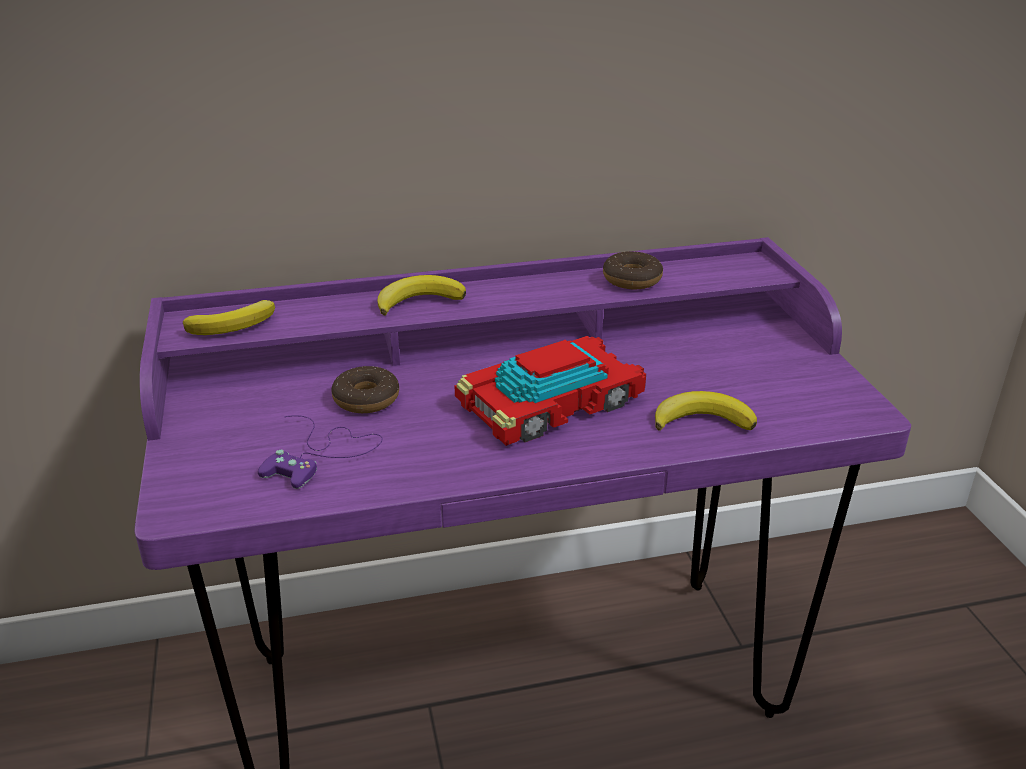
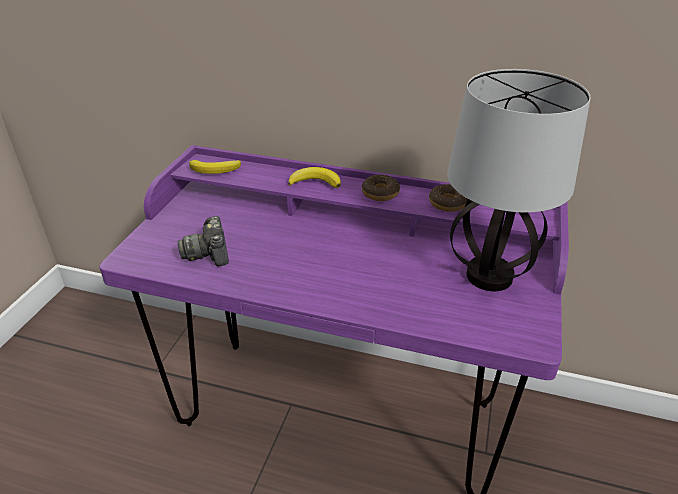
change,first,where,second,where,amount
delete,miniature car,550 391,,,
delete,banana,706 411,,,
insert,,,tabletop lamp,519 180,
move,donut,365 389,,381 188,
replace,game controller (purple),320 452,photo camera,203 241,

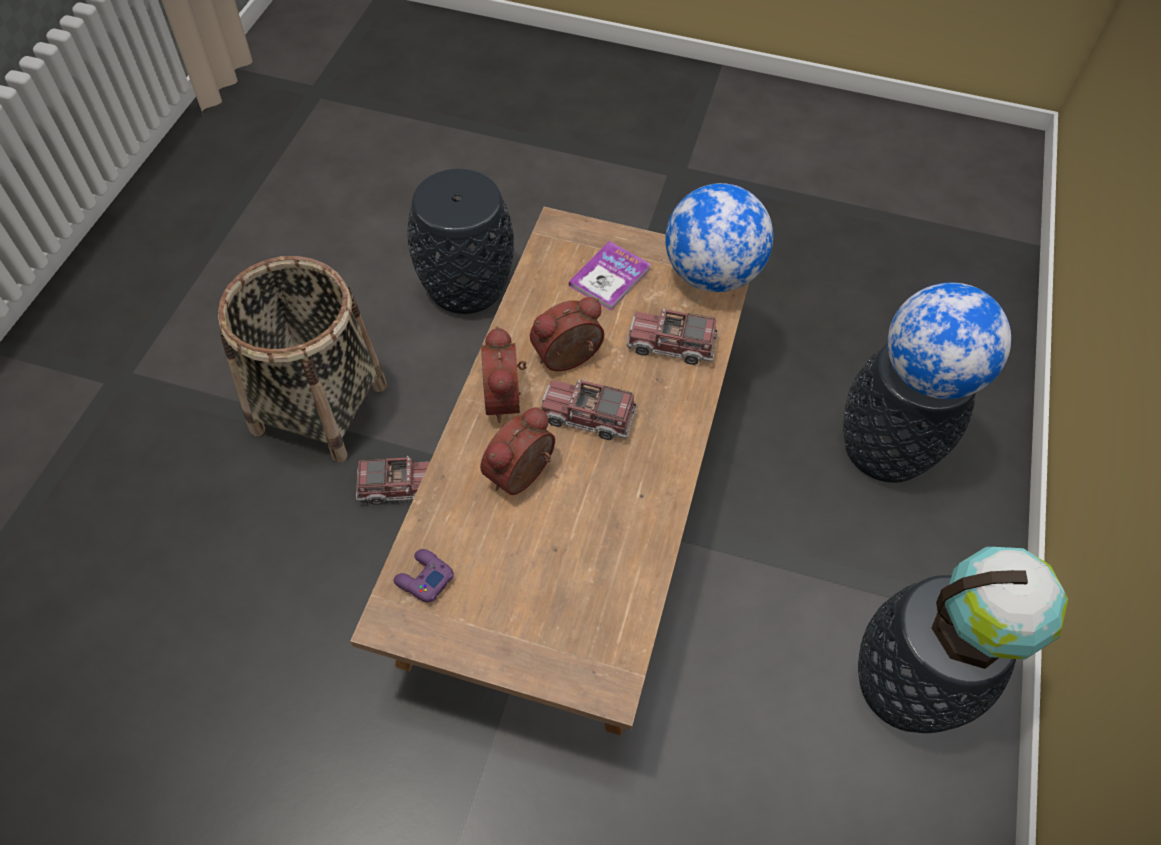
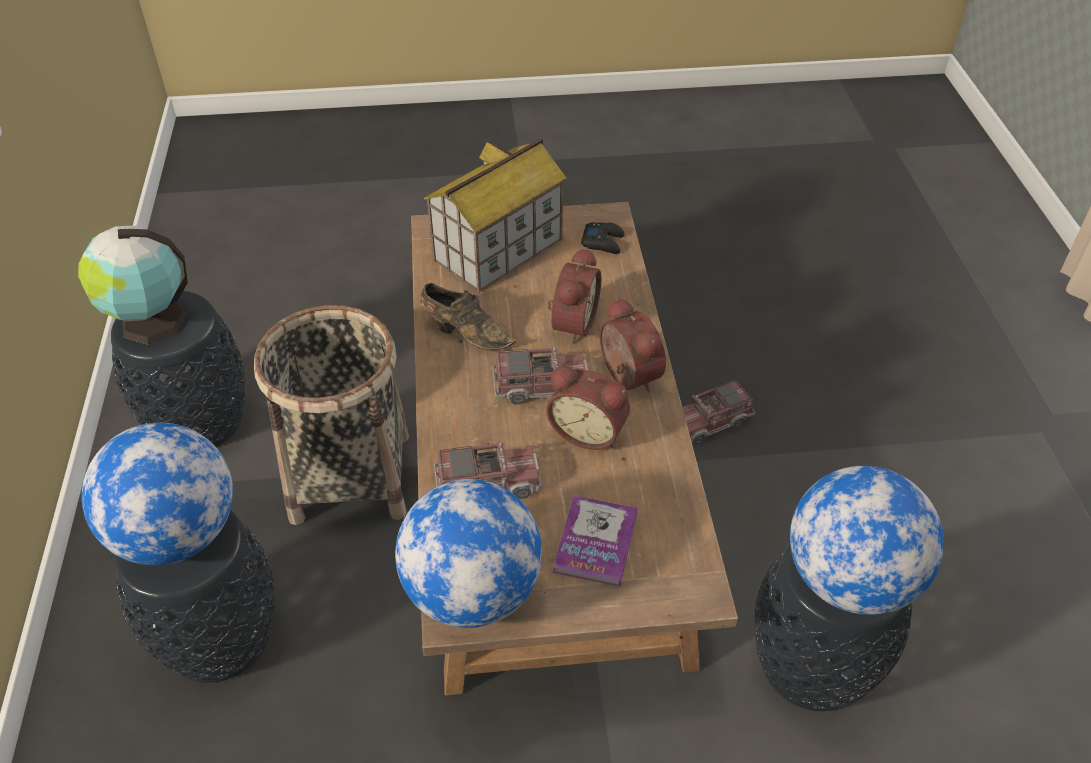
change,first,where,second,where,amount
insert,,,low shoe (brown),468 316,
insert,,,toy house,495 215,
insert,,,world globe,867 540,
move,storage basket,302 359,,332 415,
recolor,game controller (purple),423 576,game controller (black),602 238,
rotate,alarm clock,567 334,,588 408,75 degrees clockwise

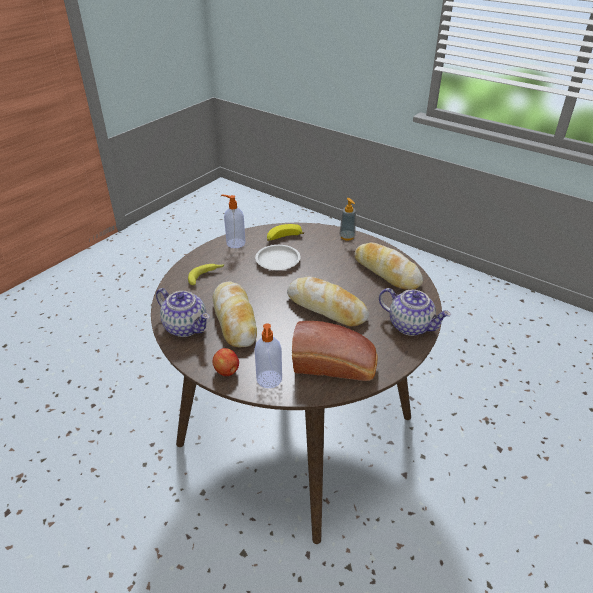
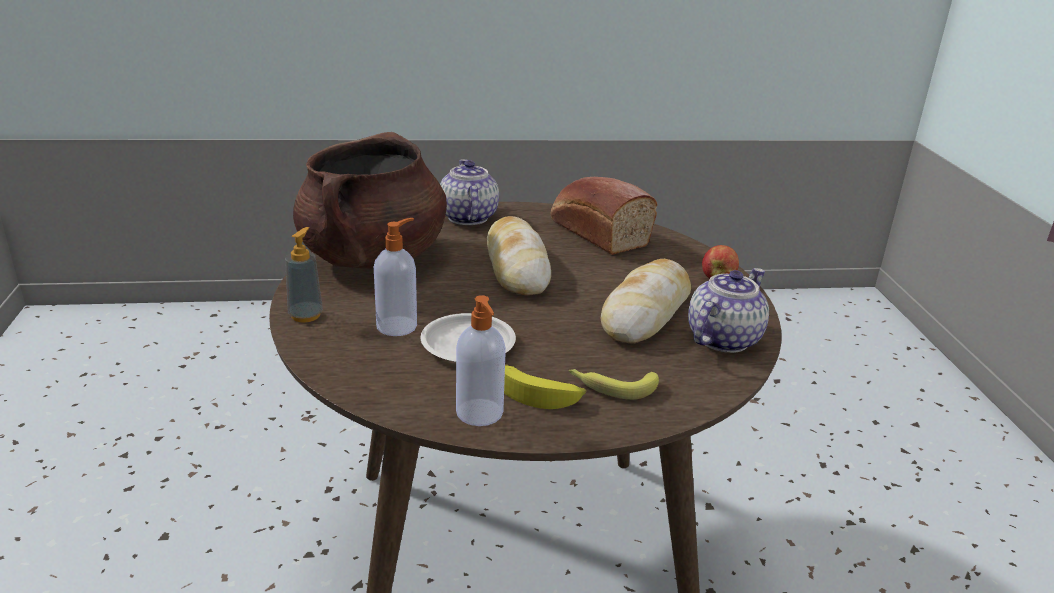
change,first,where,second,where,amount
move,liquid soap bottle,268 355,,395 277,
move,banana,285 232,,545 386,
replace,baked bread,388 266,cooking pot (brown),370 200,
rotate,teapot,183 312,,728 310,45 degrees clockwise

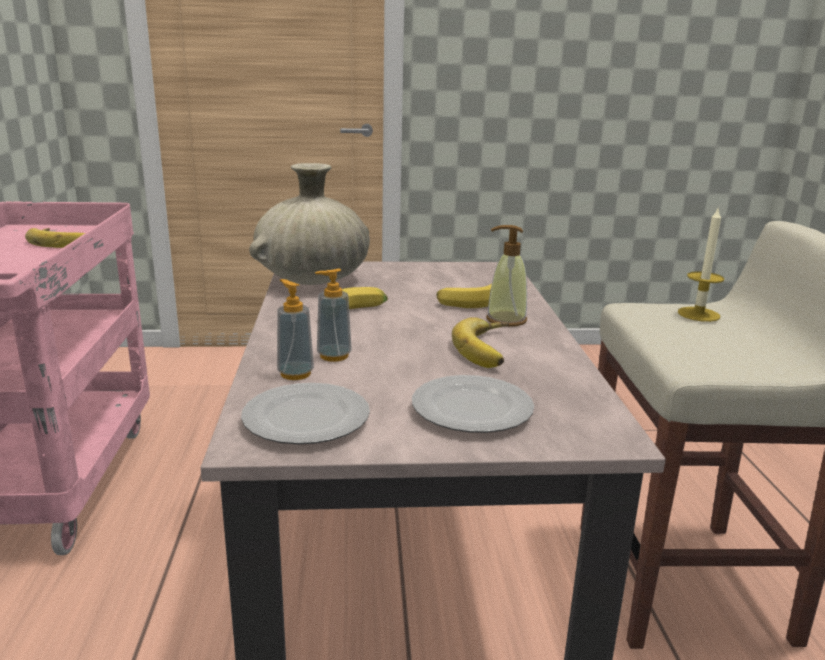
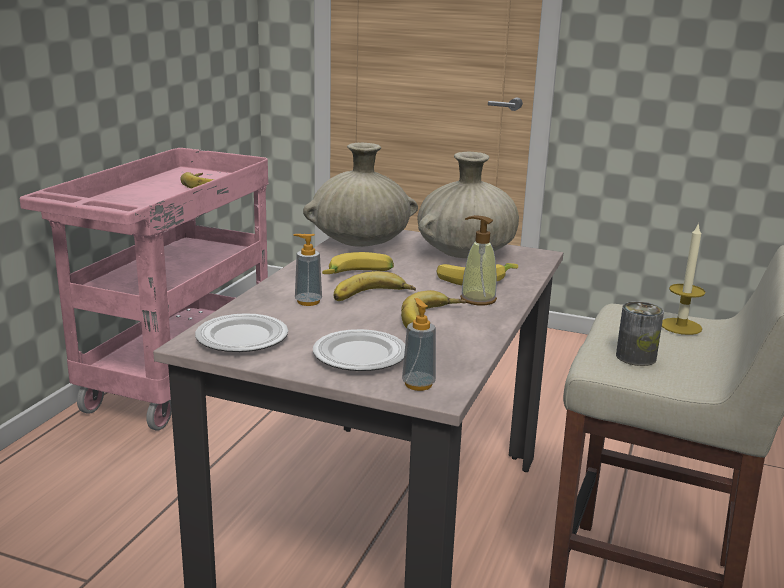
change,first,where,second,where,amount
insert,,,banana,375 286,
insert,,,flower vase (beige),468 205,
insert,,,can,640 333,
move,liquid soap bottle,295 329,,419 344,

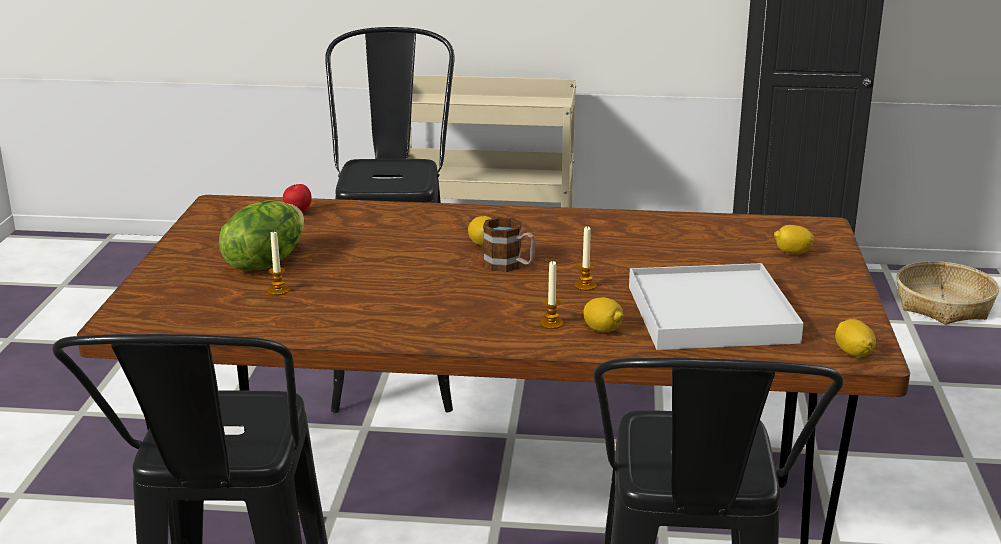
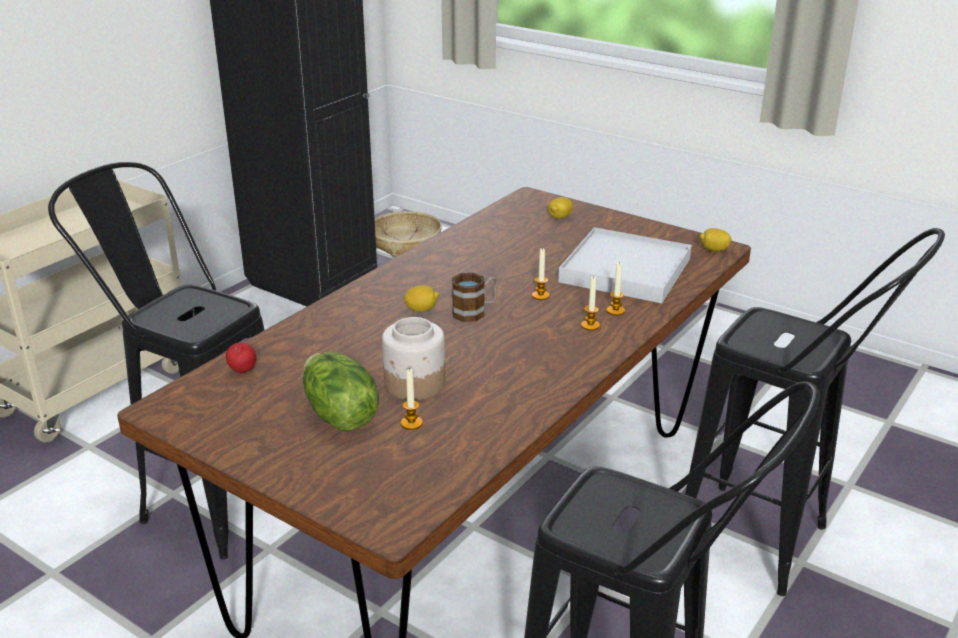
change,first,where,second,where,amount
insert,,,jar,413 358,
replace,citrus fruit,603 314,candle,616 289,

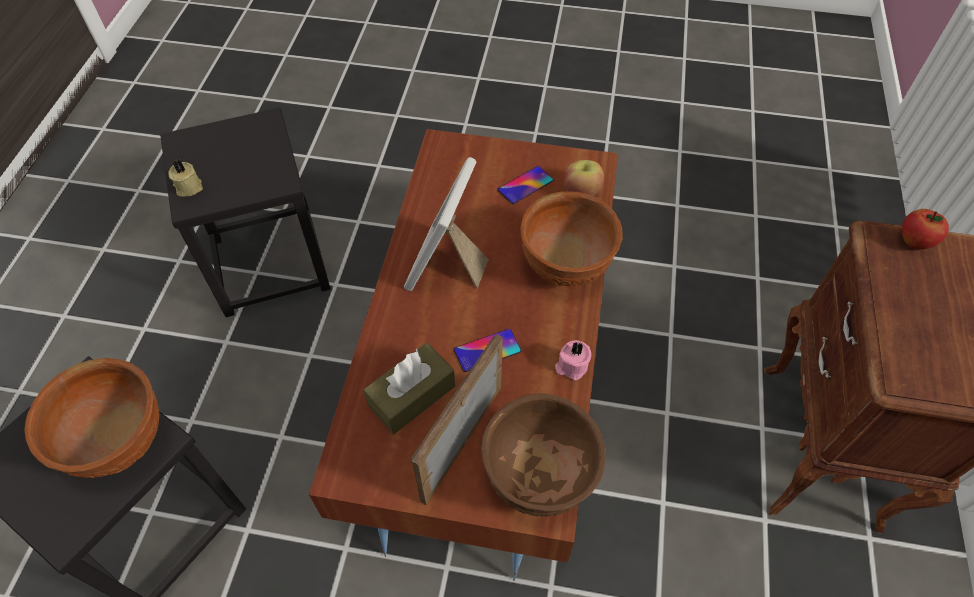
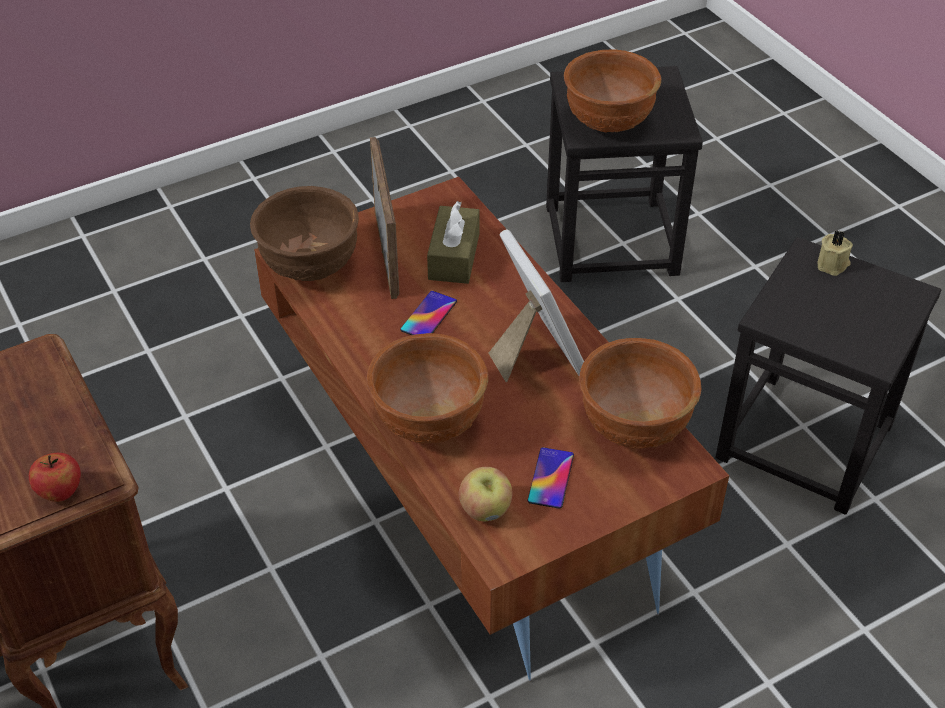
change,first,where,second,where,amount
delete,candle (pink-coloured),573 360,,,
insert,,,deep dish (brown),640 393,

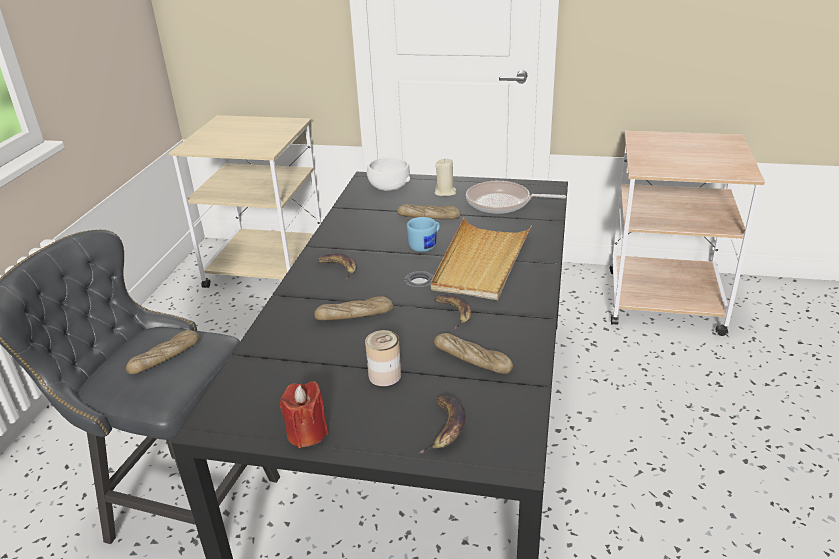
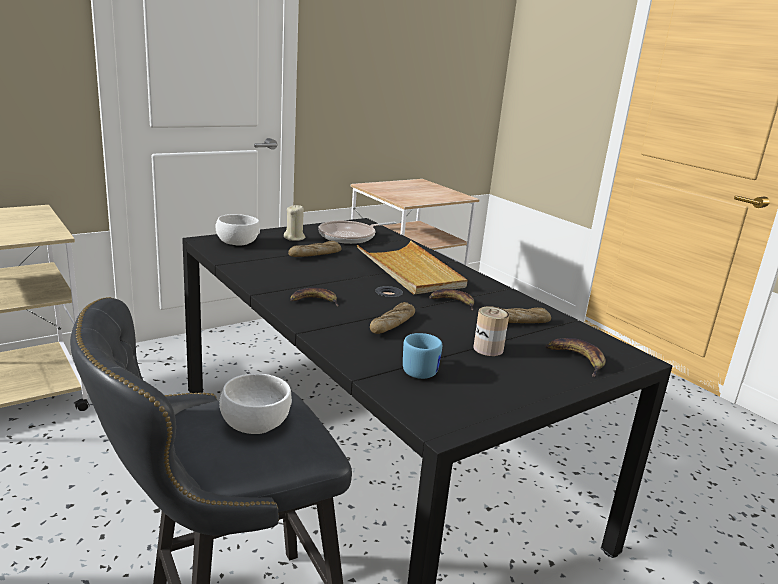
change,first,where,second,where,amount
delete,candle (red-coloured),304 414,,,
move,mug (blue-coloured),423 234,,422 356,
replace,baked bread,163 352,deep dish (white-coloured),256 404,

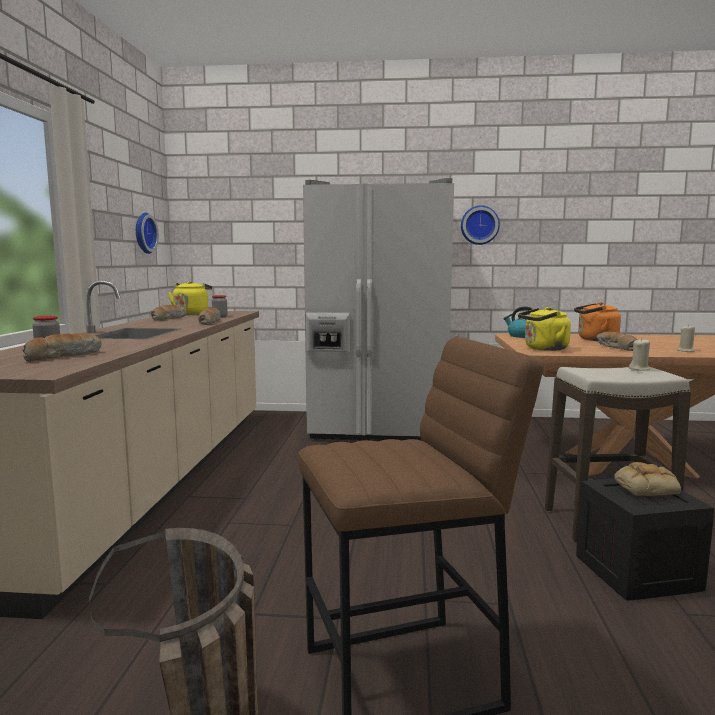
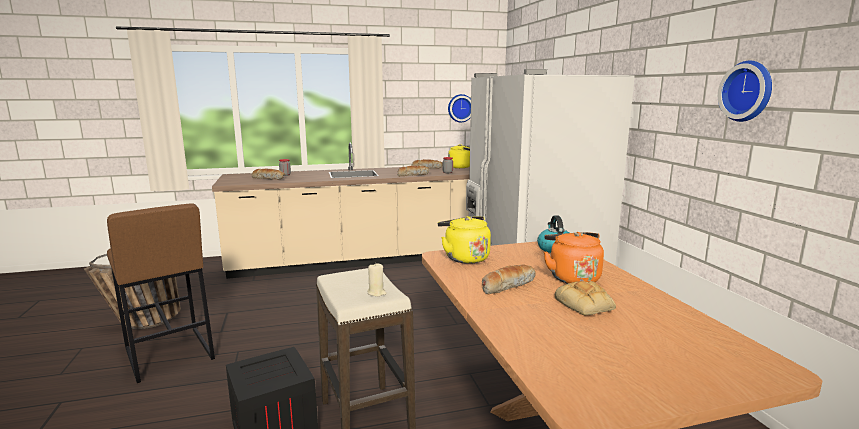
change,first,where,second,where,amount
delete,candle (beige),686 338,,,
move,wall clock,480 225,,745 91,
move,baked bread,647 479,,585 298,

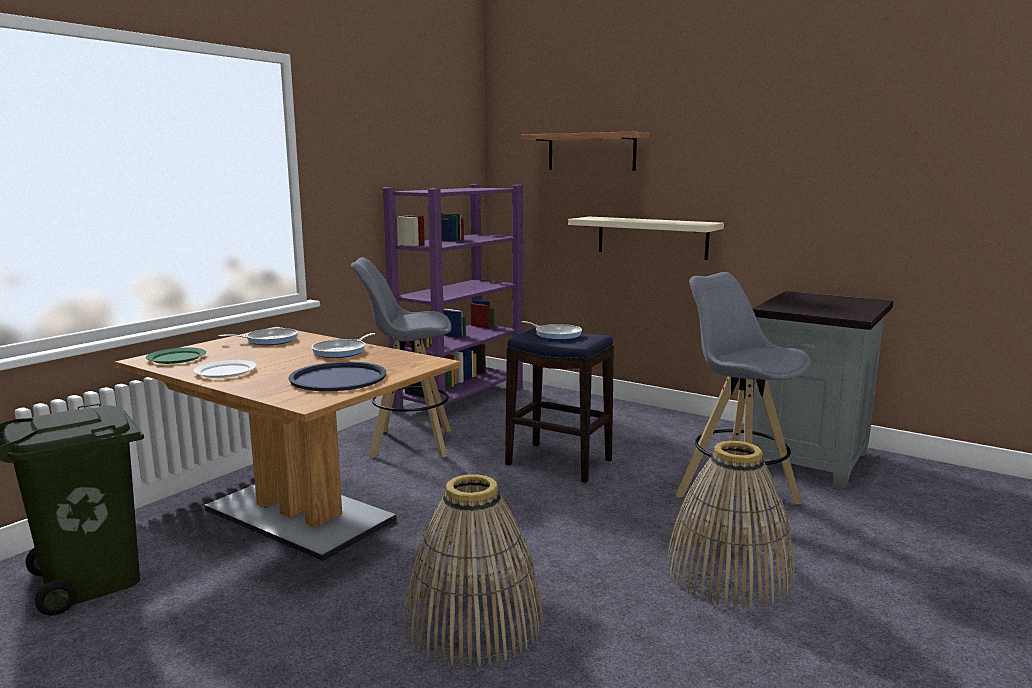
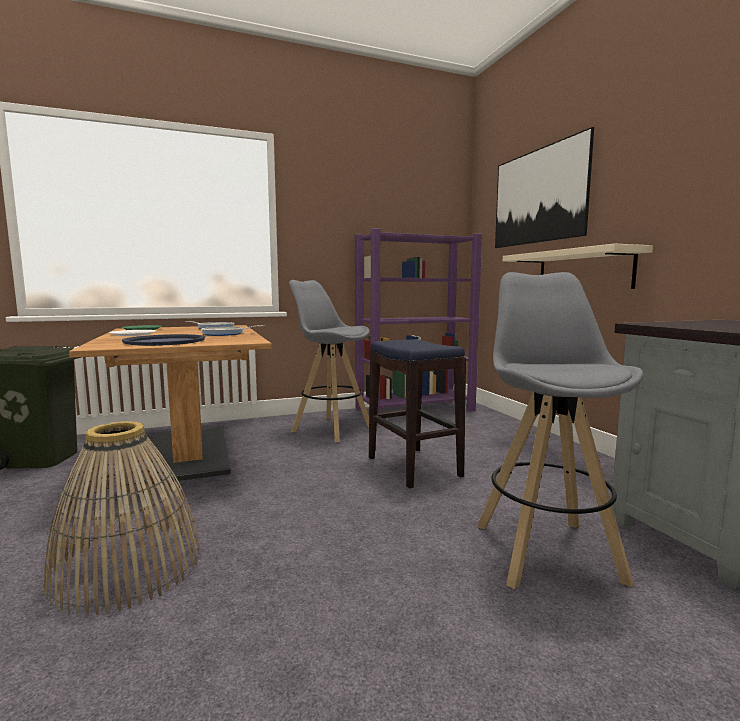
change,first,where,second,where,amount
delete,skillet,551 330,,,
delete,storage basket,730 525,,,
replace,bracket shelf,585 151,wall picture,544 187,

